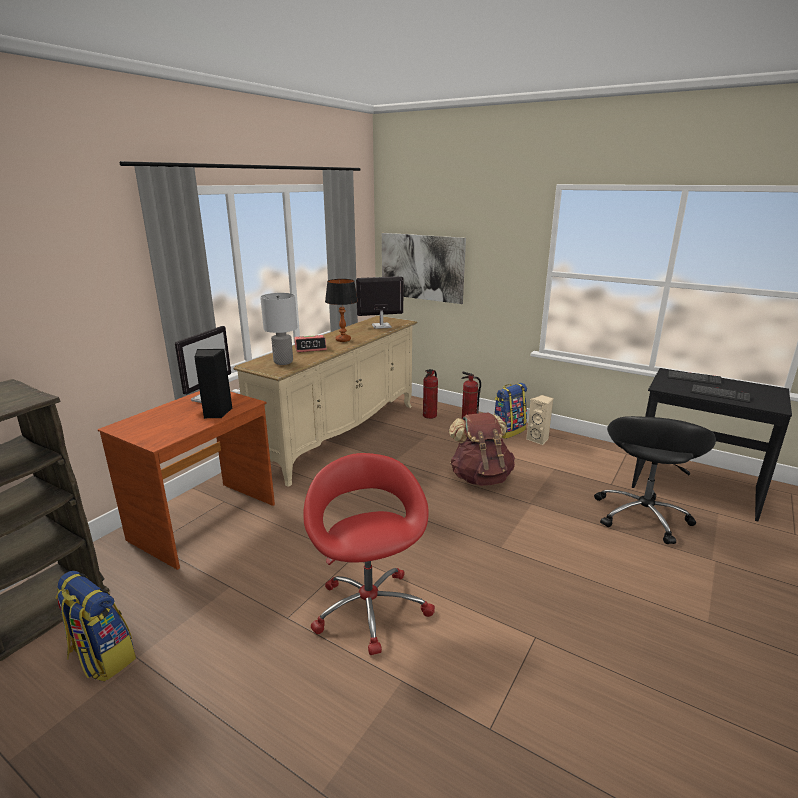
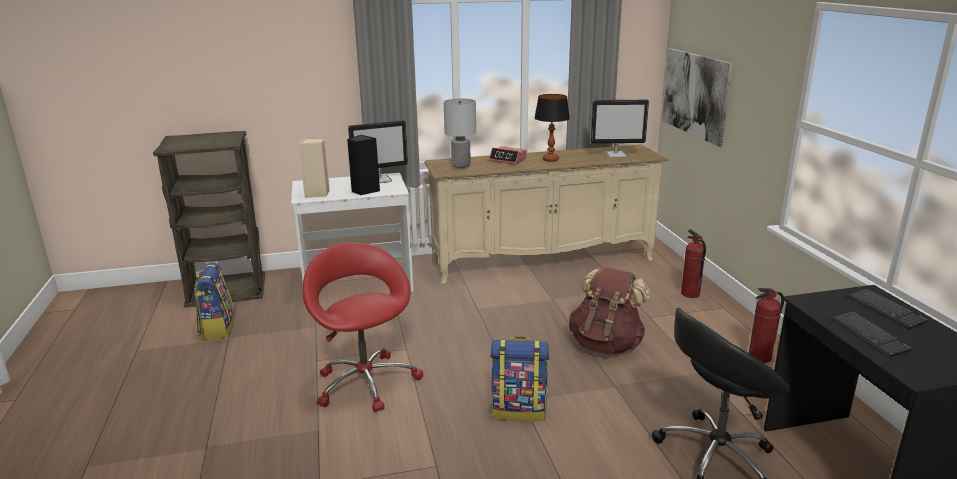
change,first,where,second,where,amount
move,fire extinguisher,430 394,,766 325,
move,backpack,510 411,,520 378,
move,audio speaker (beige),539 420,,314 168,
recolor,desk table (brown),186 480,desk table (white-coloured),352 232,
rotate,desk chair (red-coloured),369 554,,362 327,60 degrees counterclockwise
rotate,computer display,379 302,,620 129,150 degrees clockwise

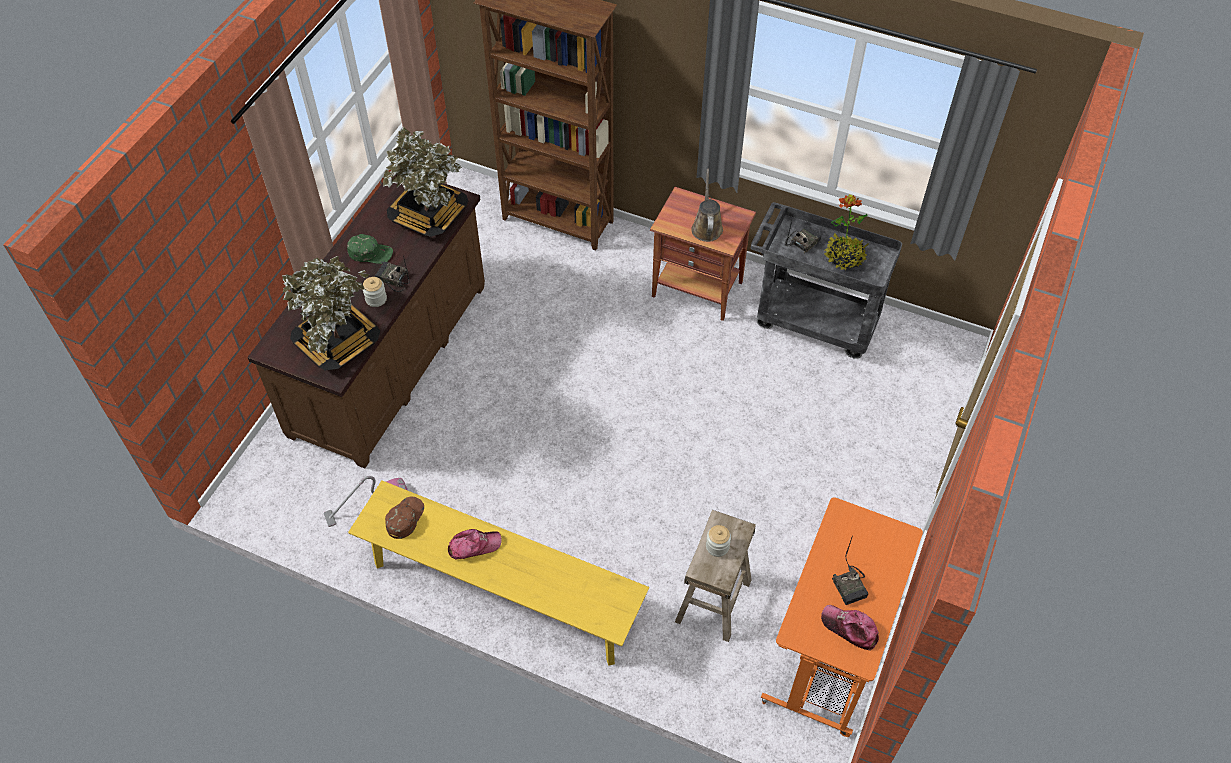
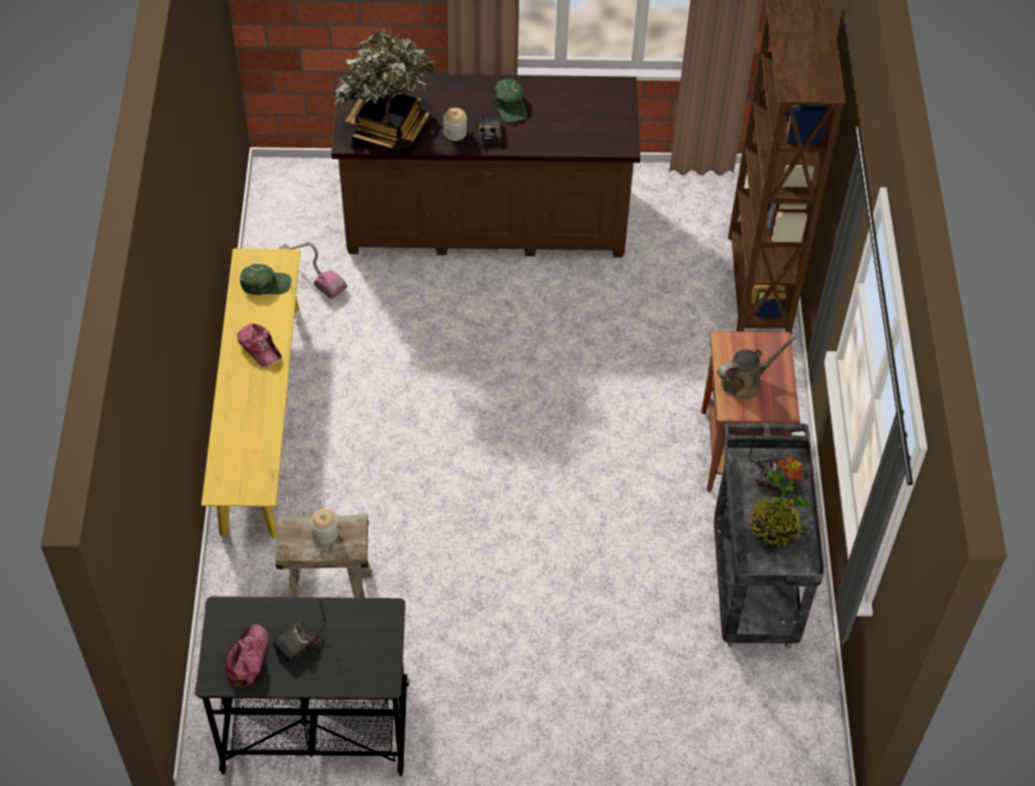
change,first,where,second,where,amount
delete,potted plant,425 182,,,
recolor,peaked cap (brown),404 517,peaked cap (greenish),265 279,
recolor,desk table (orangey),842 617,desk table (black),302 686,

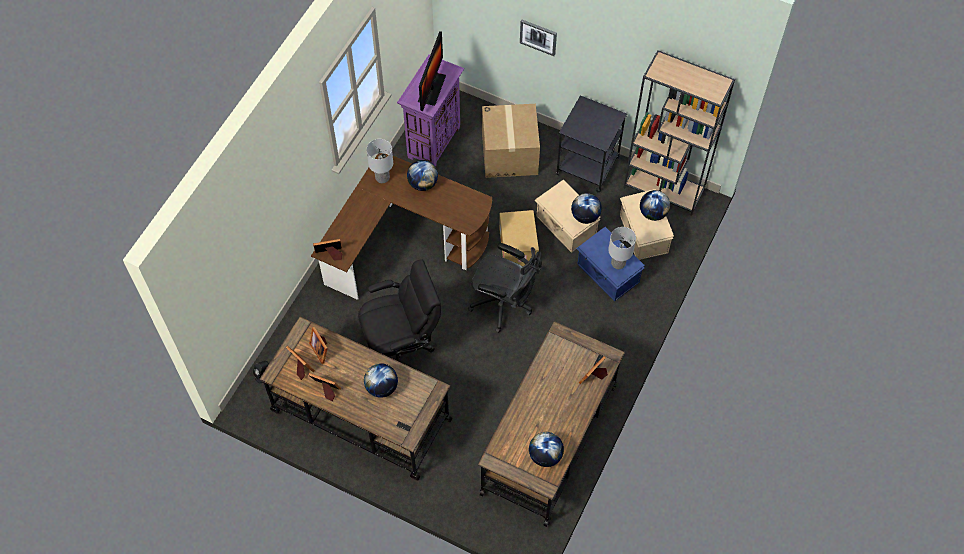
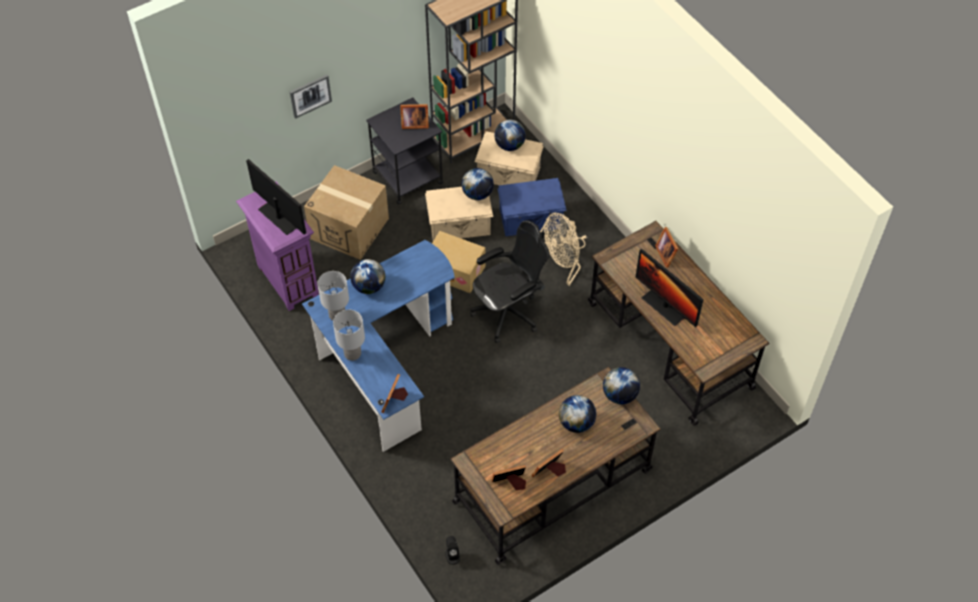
change,first,where,second,where,amount
delete,desk chair (black),399 310,,,
insert,,,cooling fan (beige),563 249,
insert,,,computer display,670 288,
move,standing frame,318 345,,414 116,
move,world globe,546 449,,621 385,
move,tabletop lamp (gray),622 248,,349 335,
recolor,desk table (brown),401 226,desk table (blue-coloured),378 346,

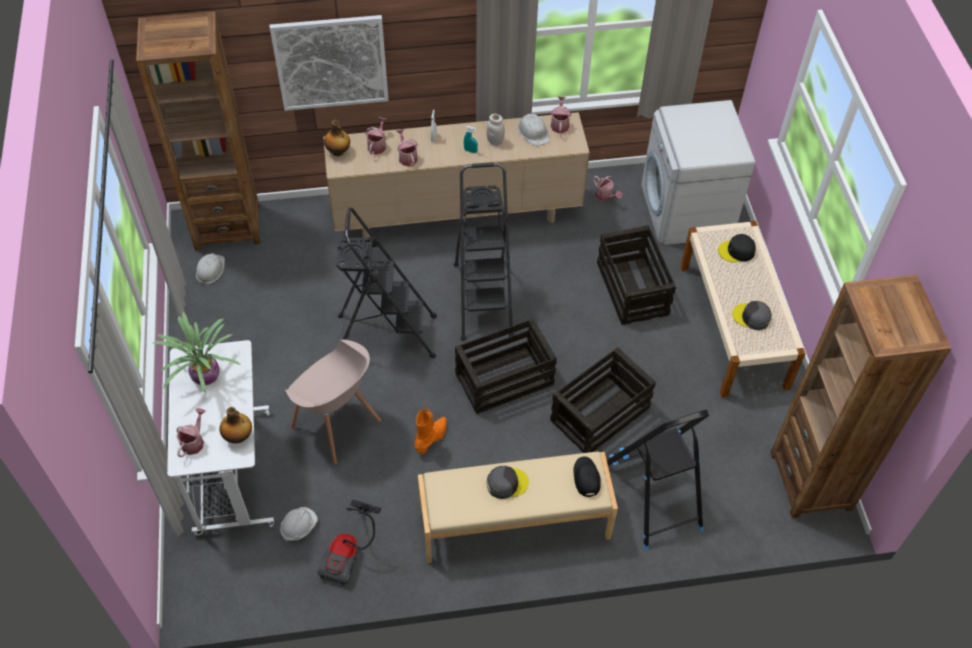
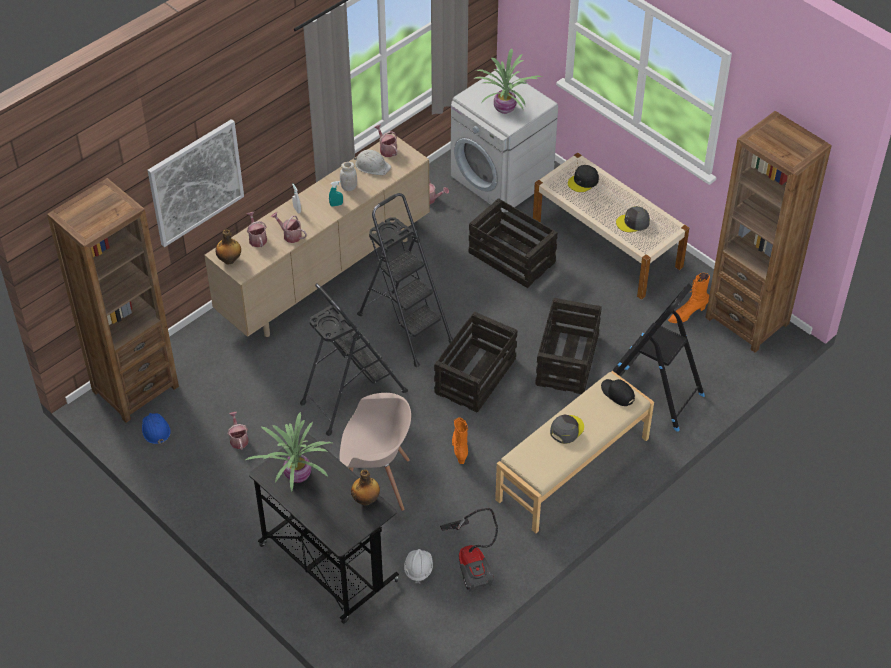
change,first,where,second,where,amount
insert,,,potted plant,508 81,
insert,,,tall boot (orangey),689 298,
move,watering can,191 432,,238 431,
recolor,desk table (white-coloured),220 437,desk table (black),324 528,
recolor,hard hat (white-coloured),210 268,hard hat (blue-coloured),156 429,

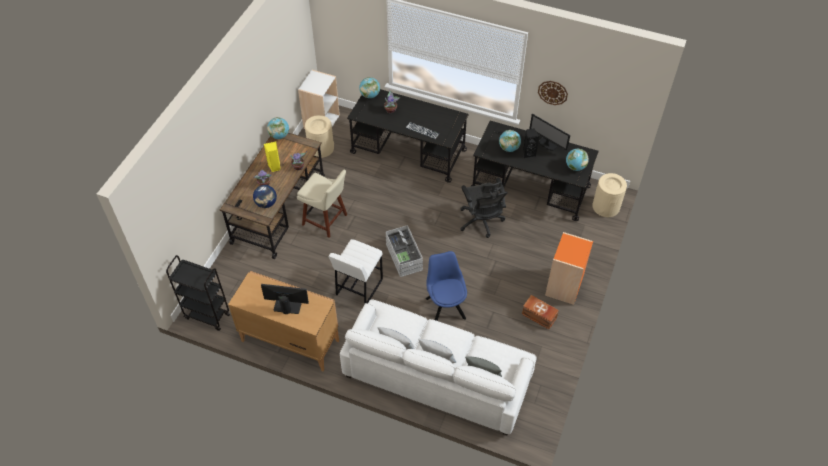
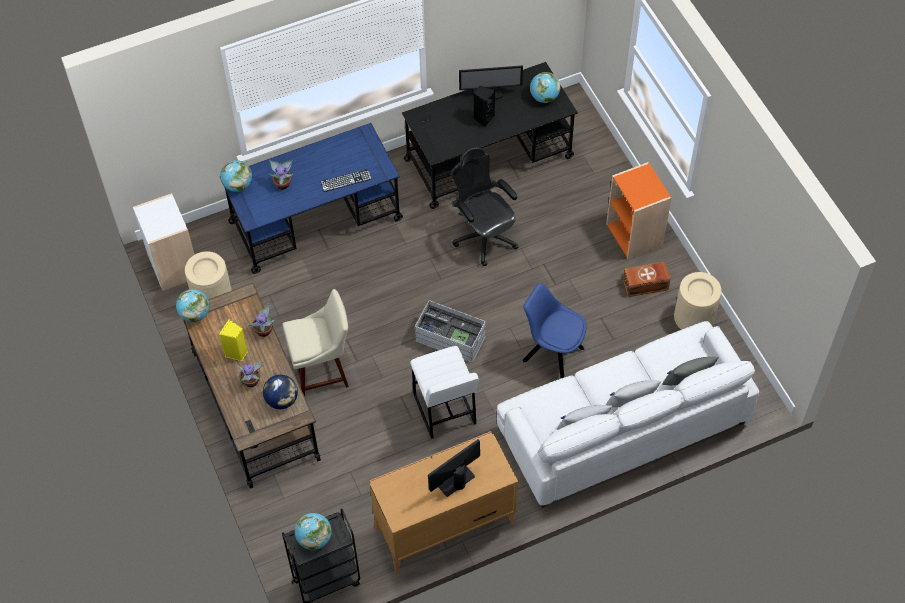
change,first,where,second,where,amount
delete,wall clock,553 93,,,
move,world globe,510 141,,313 531,
move,rubbish bin (beige),609 195,,698 301,
recolor,desk table (black),408 136,desk table (blue-coloured),314 198,
rotate,desk chair,484 208,,484 206,150 degrees counterclockwise

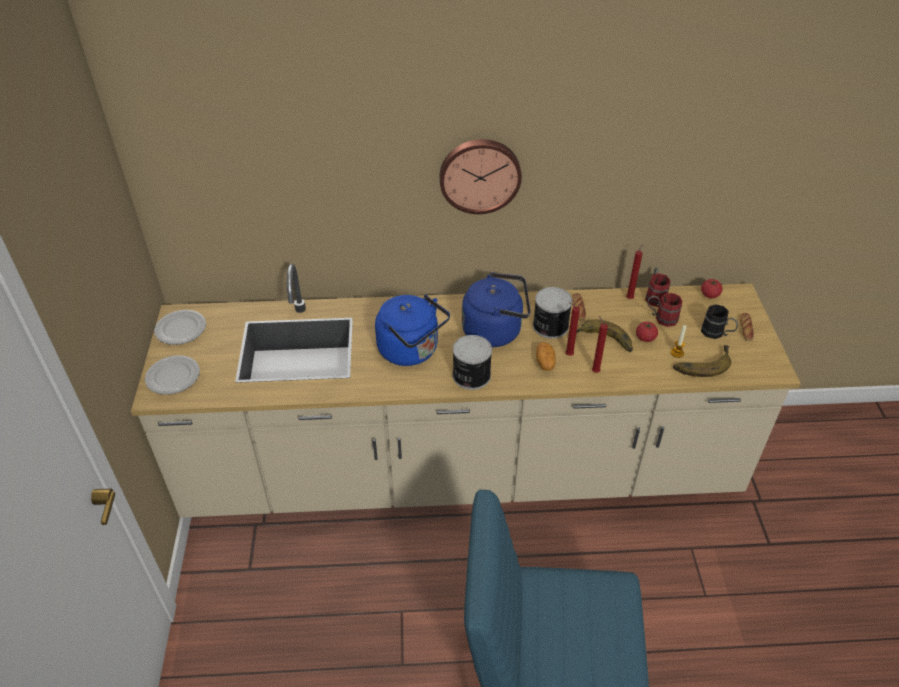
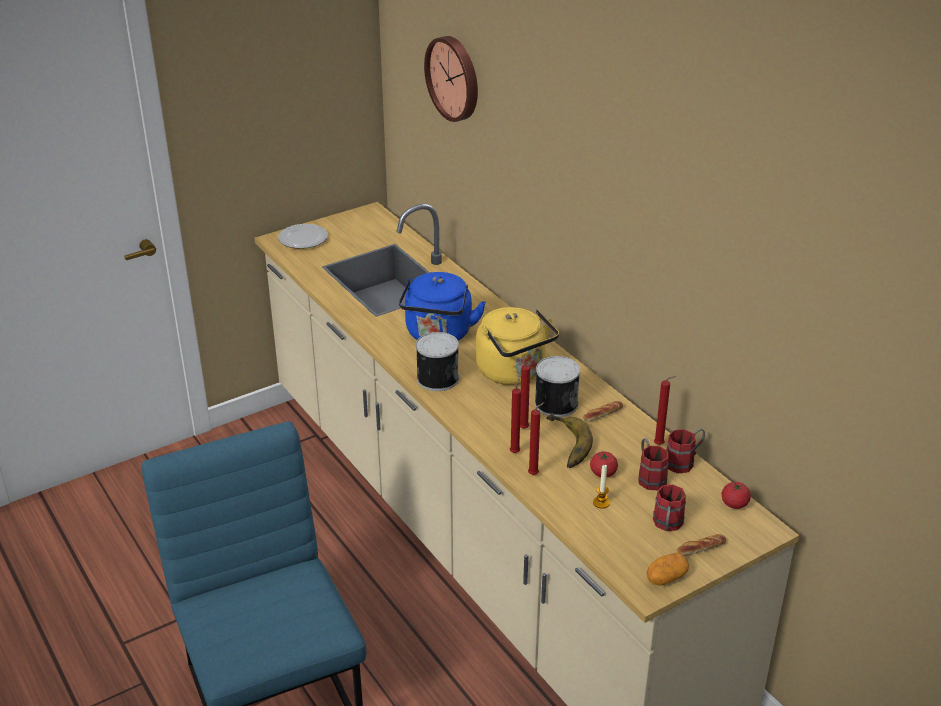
change,first,where,second,where,amount
delete,dinner plate,180 327,,,
delete,banana,702 361,,,
insert,,,candle (red-coloured),536 438,
move,wall clock,481 176,,451 79,
move,whole potato,546 356,,668 569,
recolor,kettle (blue-coloured),496 309,kettle (yellow-coloured),517 346,
recolor,mug (black),719 321,mug (red-coloured),669 507,

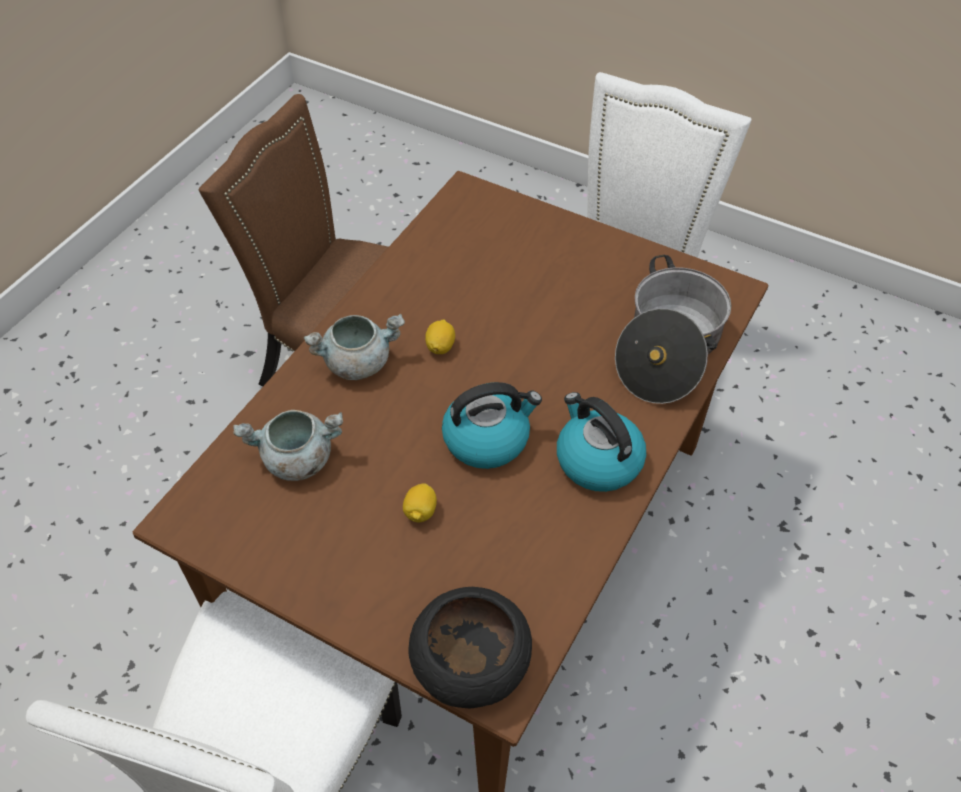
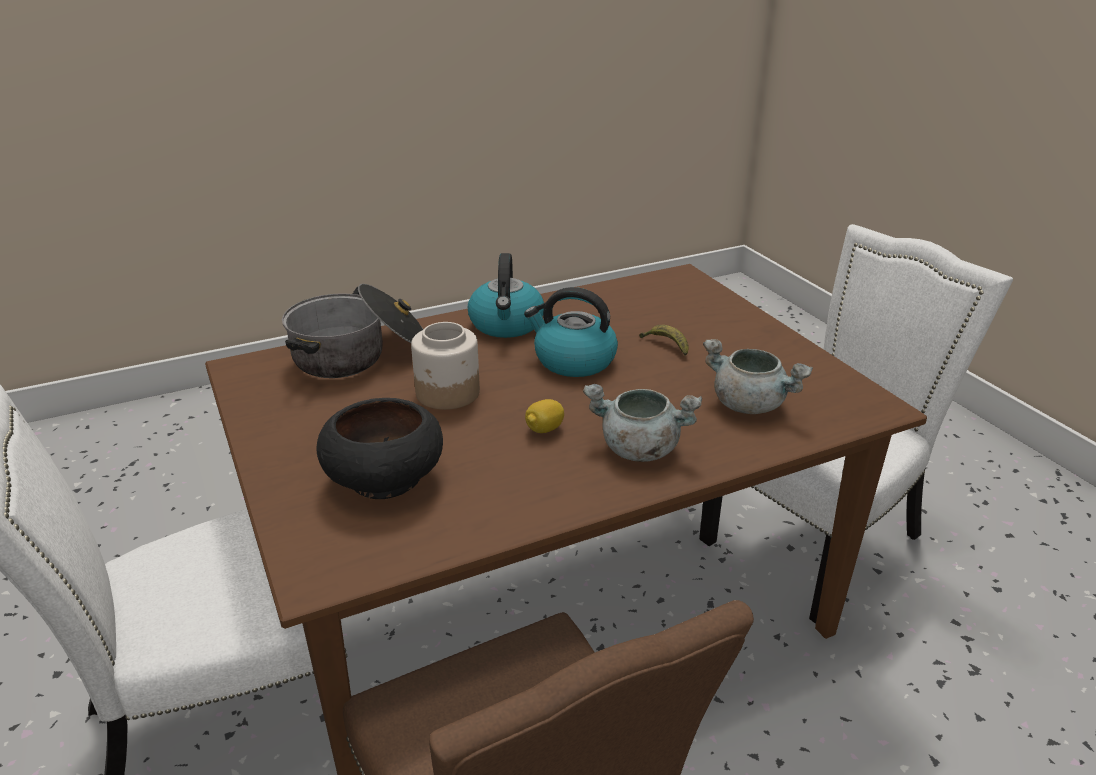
change,first,where,second,where,amount
insert,,,jar,445 366,
move,deep dish (black),470 647,,379 448,
replace,citrus fruit,420 502,banana,664 340,

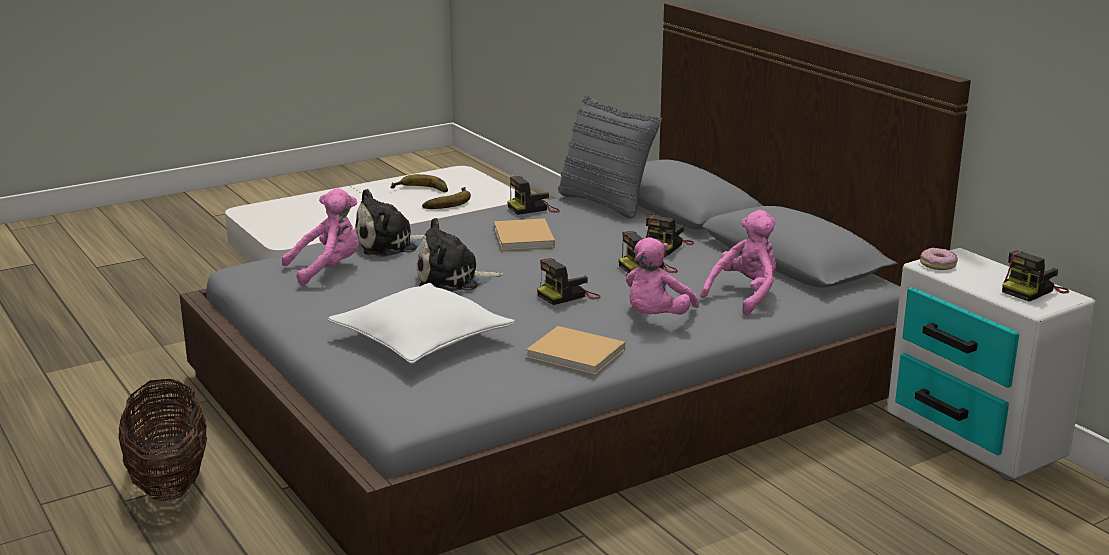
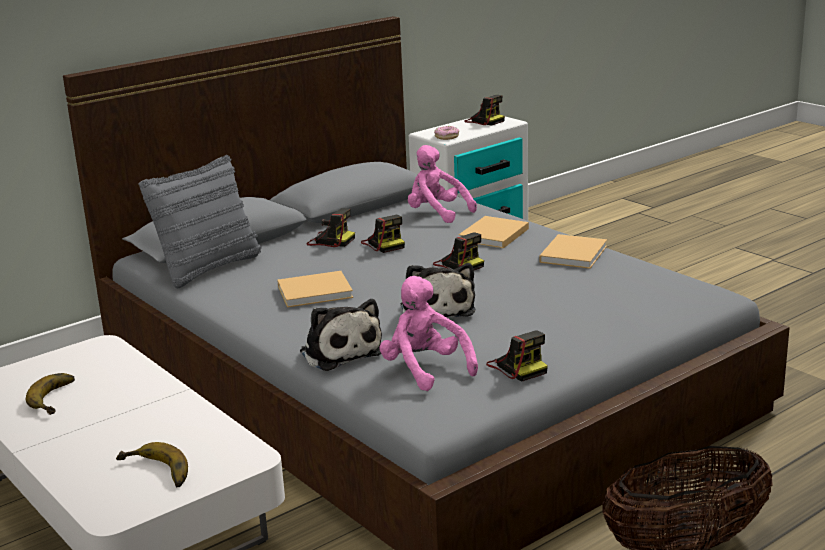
change,first,where,second,where,amount
delete,pillow (white-coloured),421 323,,,
move,banana,446 198,,152 464,
move,photo camera,533 195,,517 356,
replace,plush toy (pink-coloured),662 276,volume (beige),494 232,

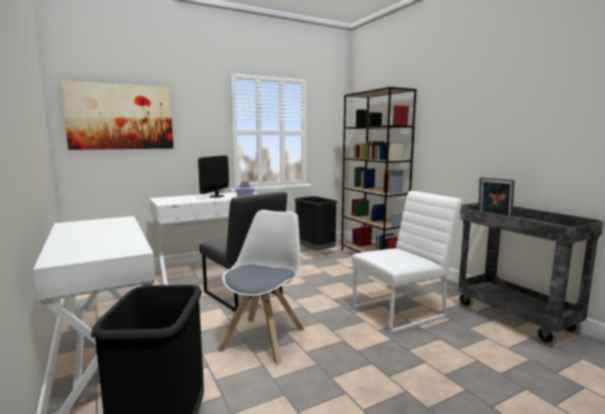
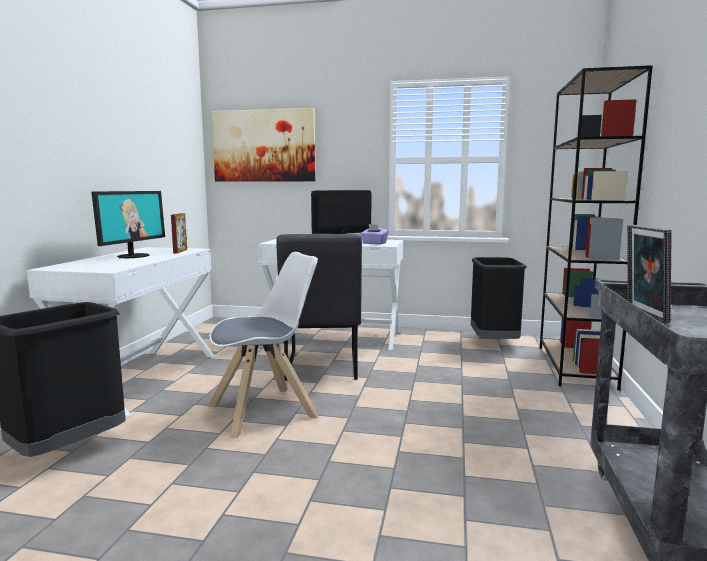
change,first,where,second,where,amount
delete,plain chair (white-coloured),407 262,,,
insert,,,computer display,128 224,
insert,,,standing frame,179 233,

